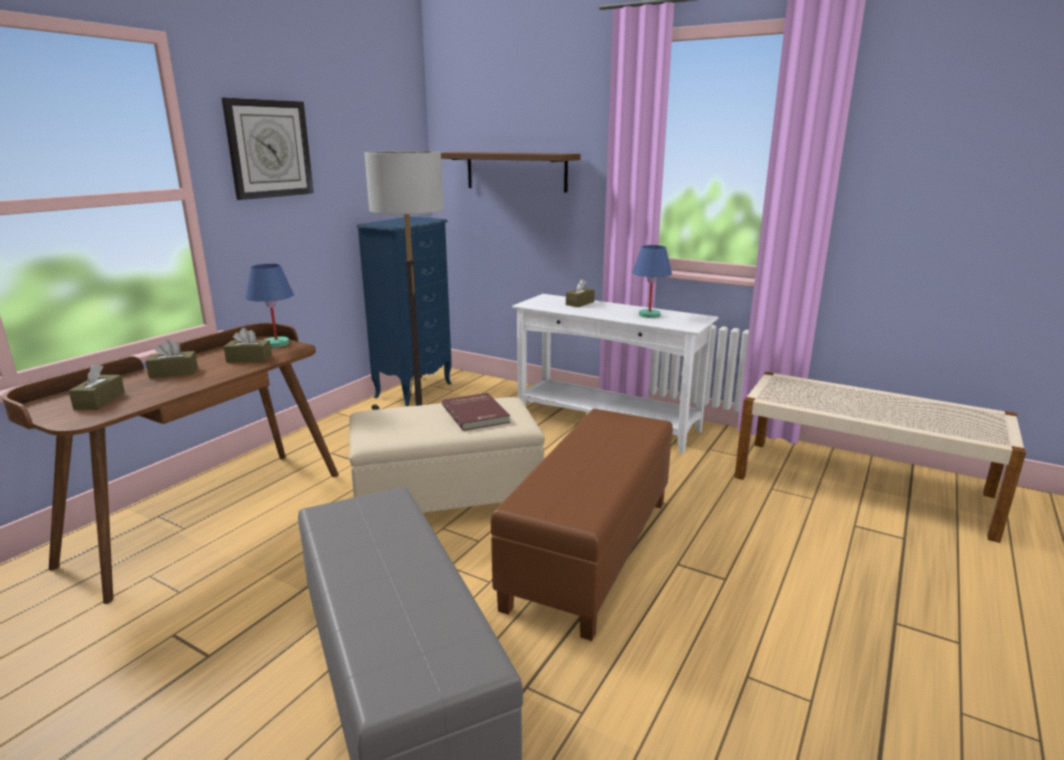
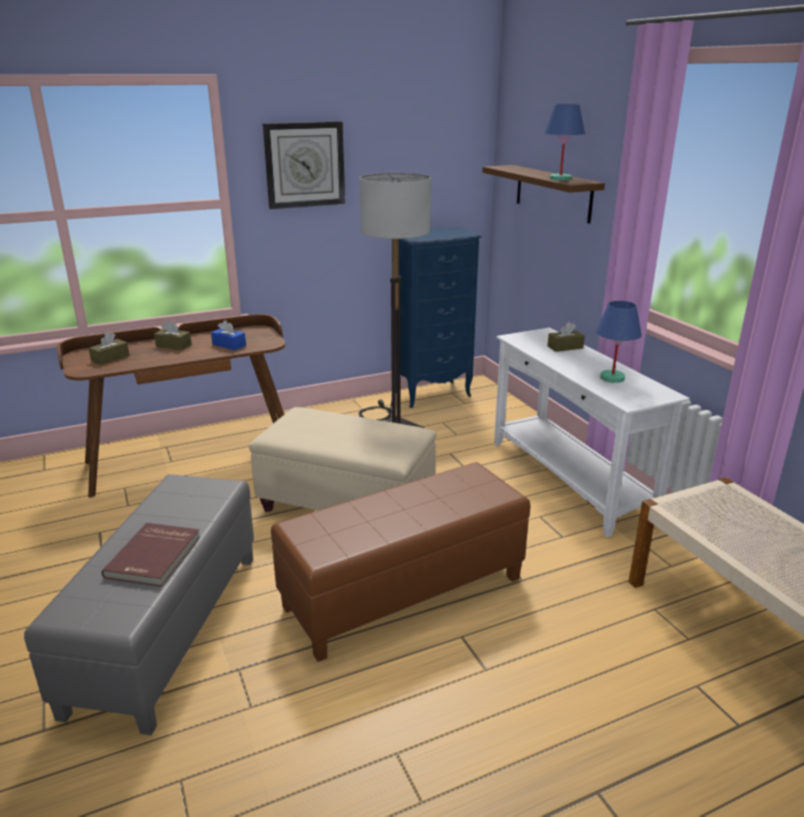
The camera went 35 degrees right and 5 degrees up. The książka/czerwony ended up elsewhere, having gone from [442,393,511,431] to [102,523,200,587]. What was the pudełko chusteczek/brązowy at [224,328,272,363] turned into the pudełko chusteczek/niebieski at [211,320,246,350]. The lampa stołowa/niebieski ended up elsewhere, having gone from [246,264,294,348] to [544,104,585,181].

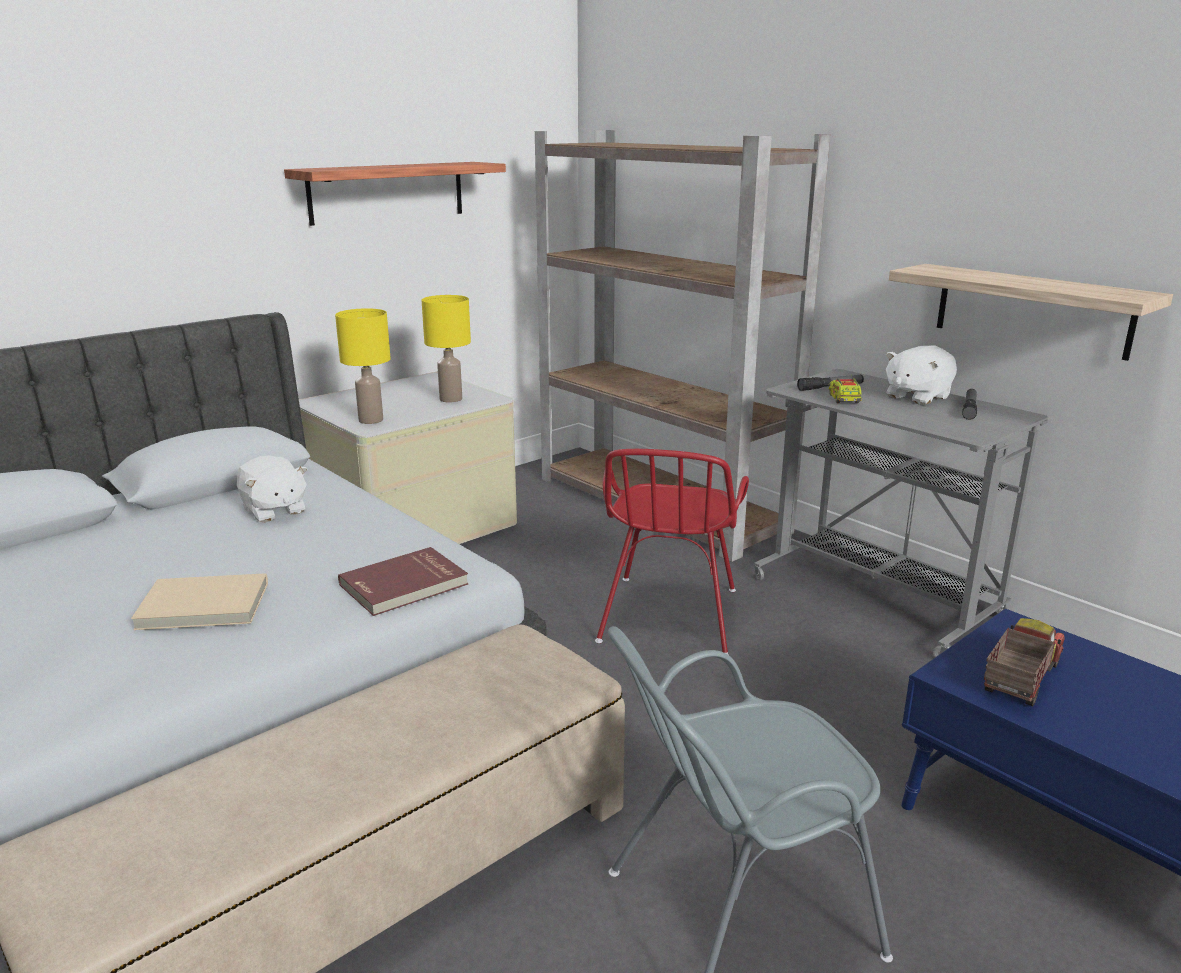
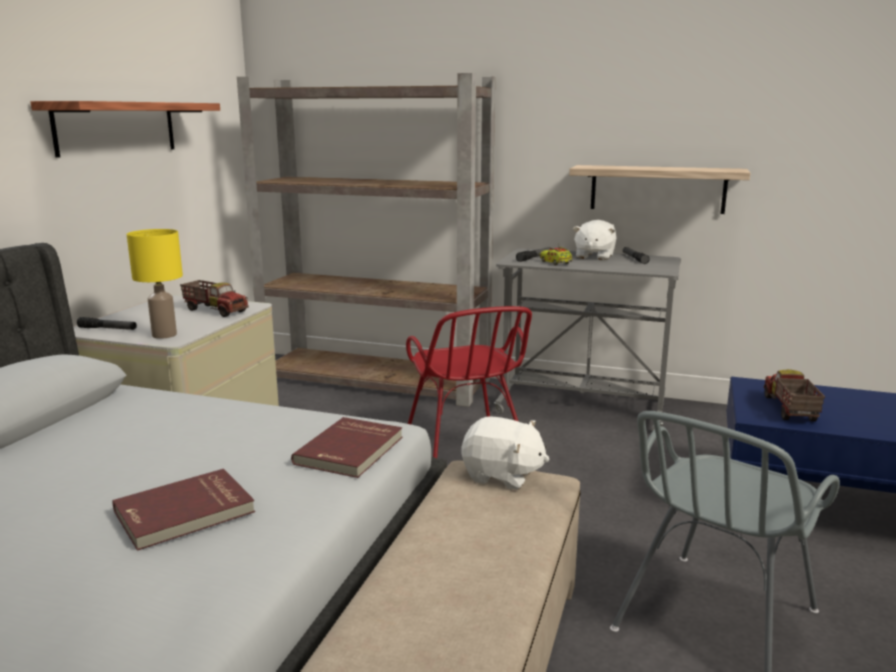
The camera went 30 degrees left and 5 degrees down. The second view gained the latarka at [77,317,137,330]. What was the książka/beżowy at [131,573,268,630] turned into the książka/czerwony at [112,469,255,551]. Where the lampa stołowa/żółty stood at [421,295,471,403], the ciężarówka zabawkowa came to stand at [180,280,249,317]. The pluszak/biały ended up elsewhere, having gone from [237,456,307,522] to [462,417,550,490].

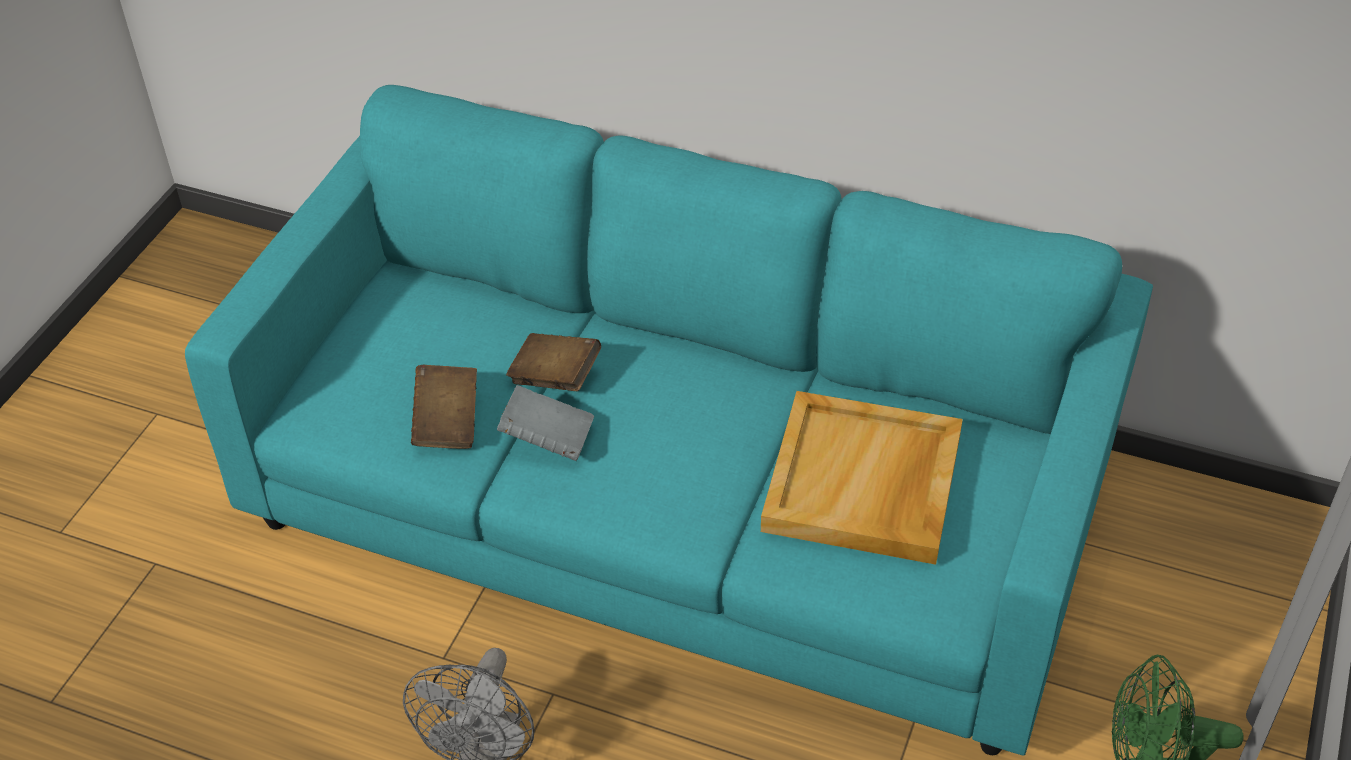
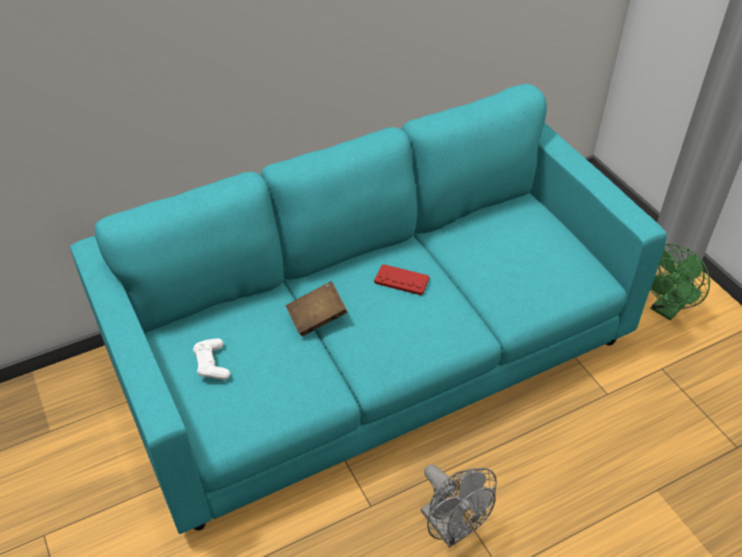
The camera went 50 degrees left and 0 degrees up. The second view gained the pad do gier/biały at [193,338,230,380]. The second view gained the pad do gier/czerwony at [374,264,429,295]. The second view lost the książka/brązowy at [411,365,477,449]. The second view lost the książka/szary at [497,385,594,461]. The second view lost the taca/beżowy at [761,391,963,565].

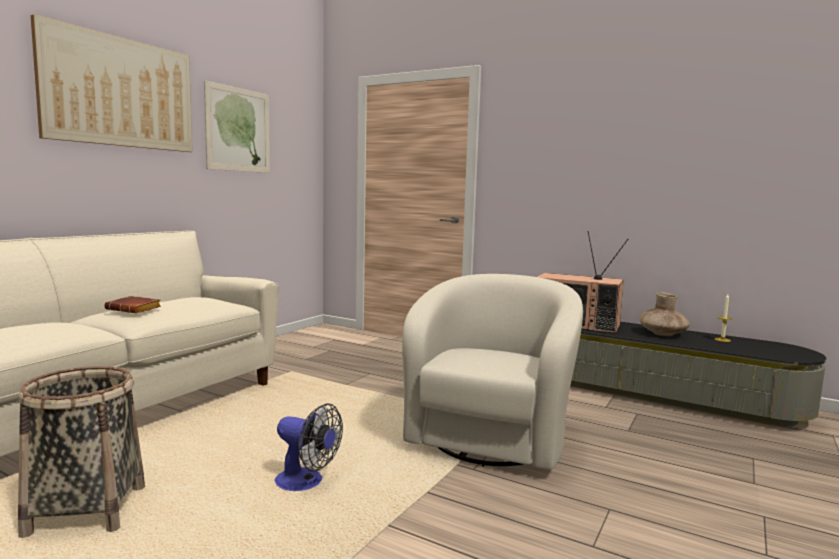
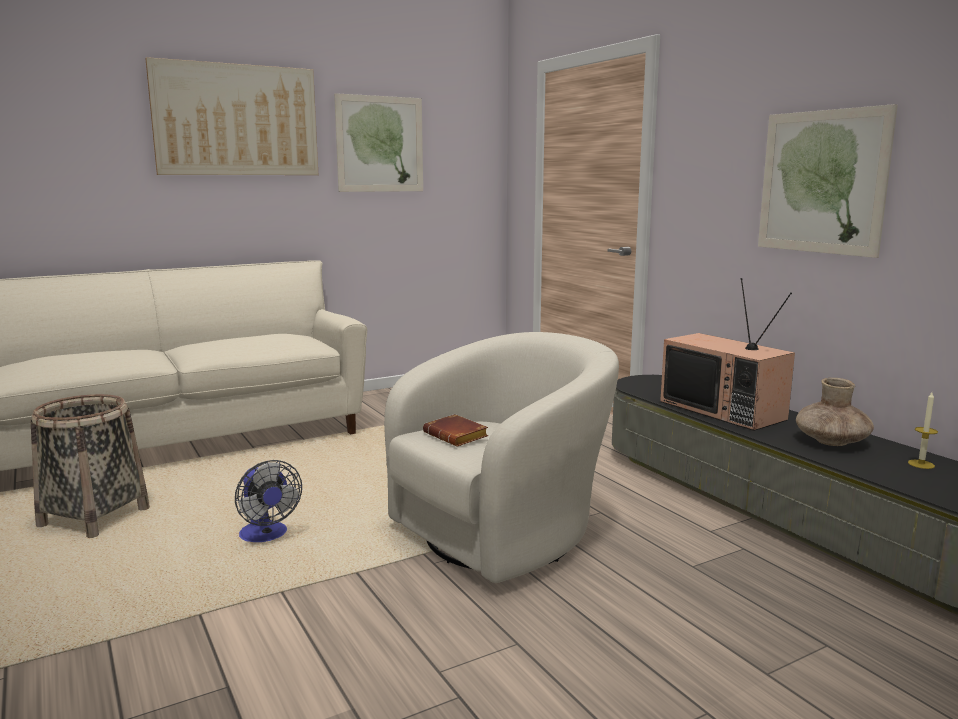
The camera went 30 degrees right and 5 degrees up. The książka/brązowy ended up elsewhere, having gone from [104,296,161,313] to [423,414,488,447]. The second view gained the obraz at [758,104,898,258].

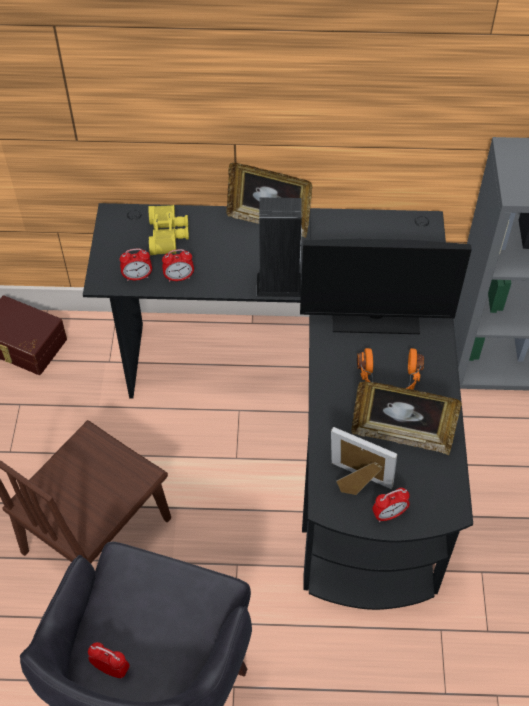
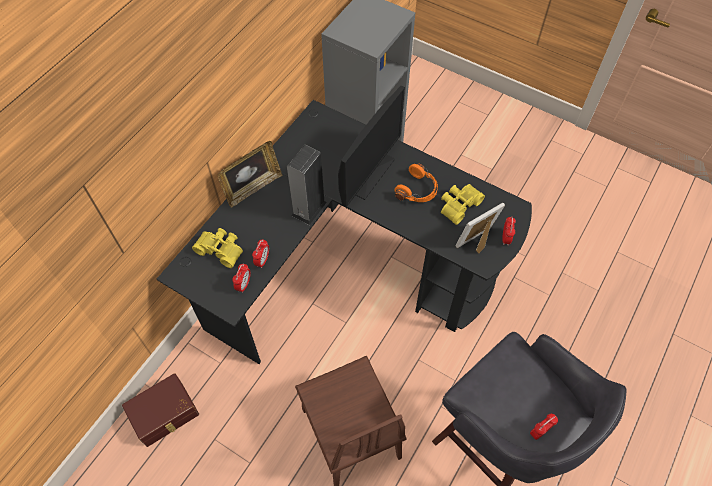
The camera went 60 degrees left and 5 degrees up. Where the ramka na zdjęcie stood at [351,381,462,455], the lornetka/żółty came to stand at [441,184,485,225].

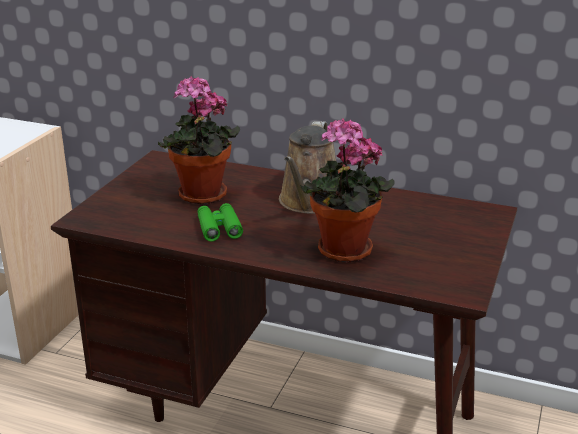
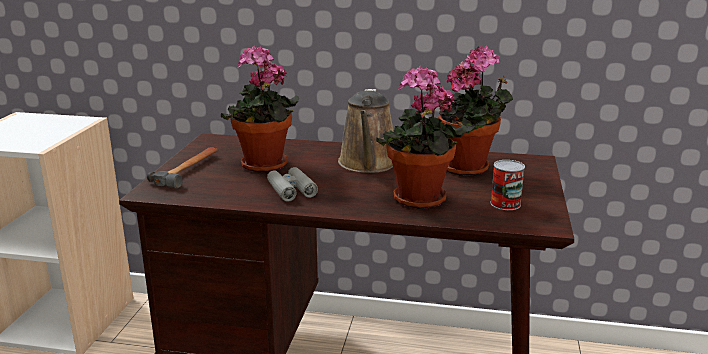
The camera went 10 degrees left and 5 degrees down. The second view gained the młotek at [147,147,218,189]. What was the lornetka/zielony at [197,203,243,242] turned into the lornetka/szary at [267,167,318,202]. The second view gained the roślina doniczkowa at [438,46,513,176]. The second view gained the puszka at [490,160,525,210].

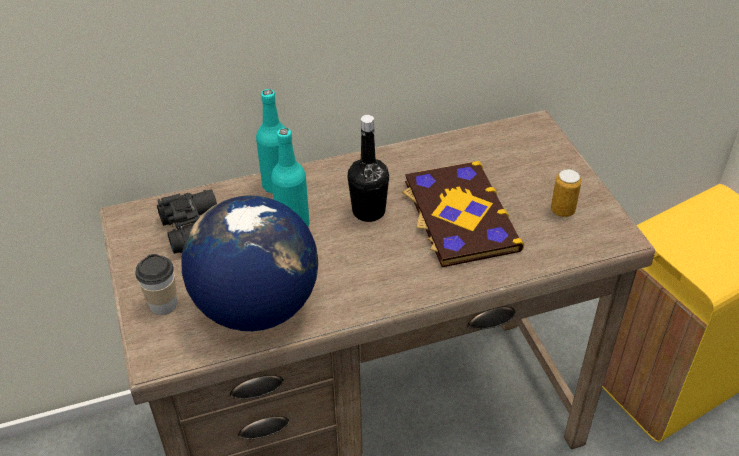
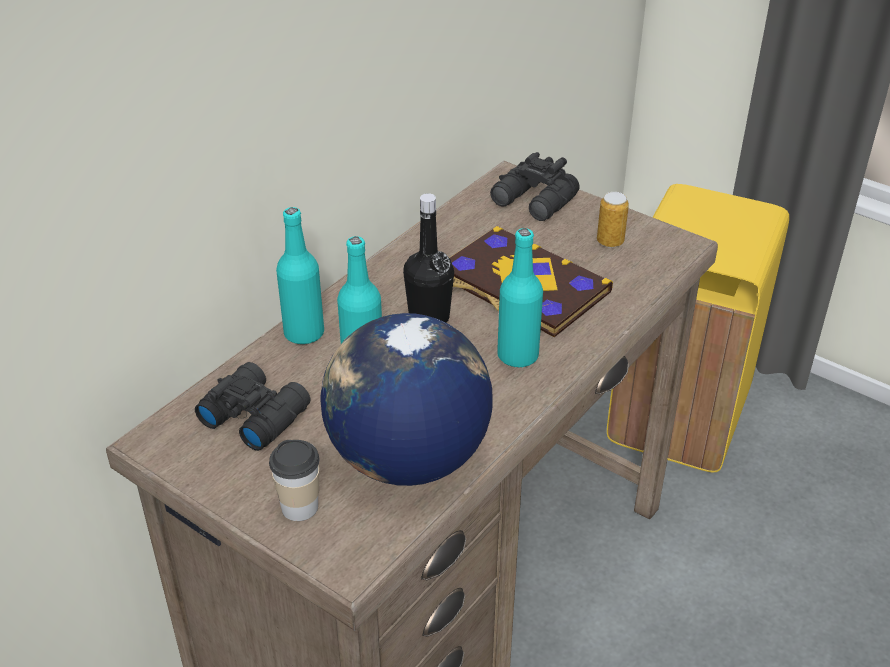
The camera went 35 degrees left and 5 degrees down. The second view gained the lornetka/czarny at [490,152,579,221]. The second view gained the butelka/turkusowy at [497,228,543,368].

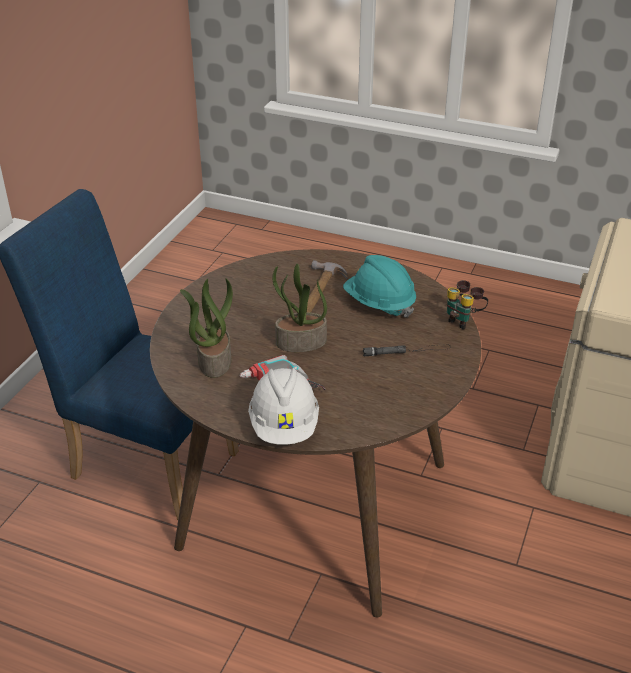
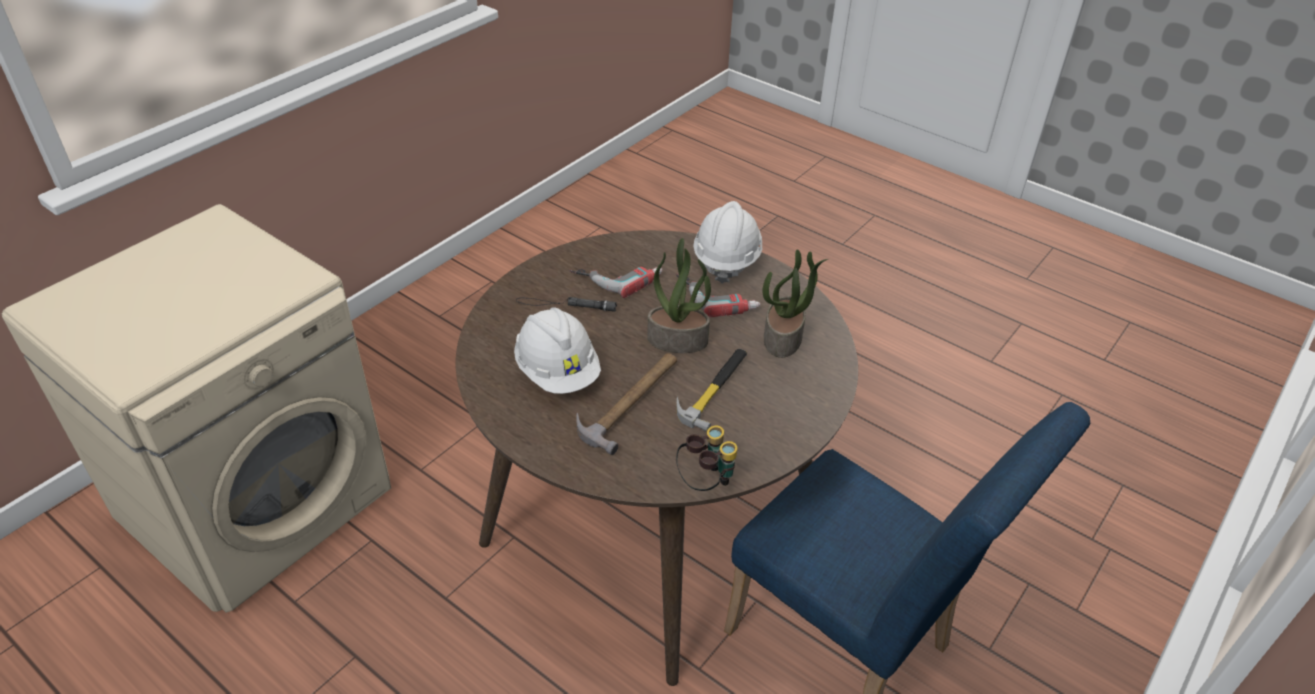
The camera went 165 degrees left and 5 degrees up. What was the kask/turkusowy at [343,255,416,317] turned into the kask/biały at [514,307,601,394]. The second view gained the wiertarka at [569,267,662,298]. The second view gained the młotek at [676,349,747,432]. The lornetka ended up elsewhere, having gone from [447,280,488,329] to [676,425,738,491].

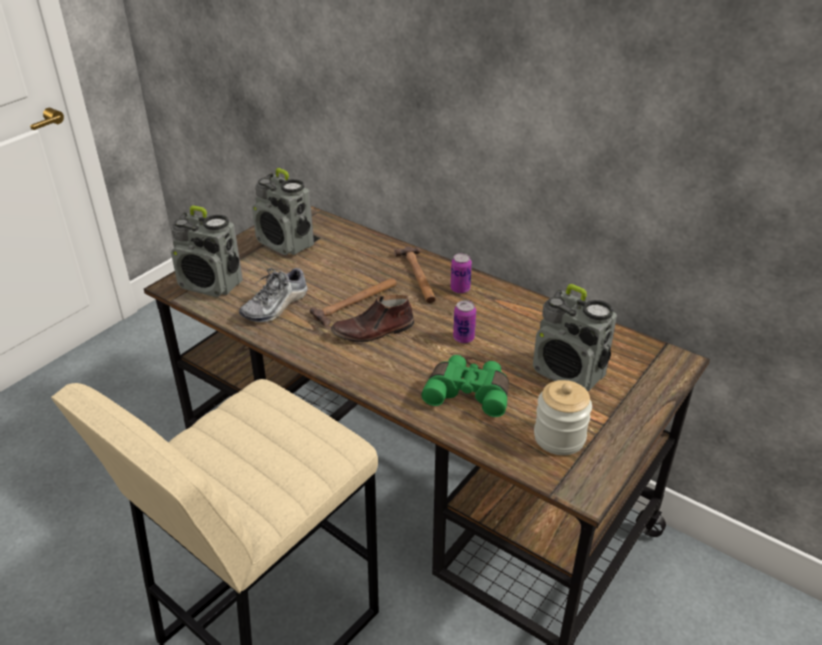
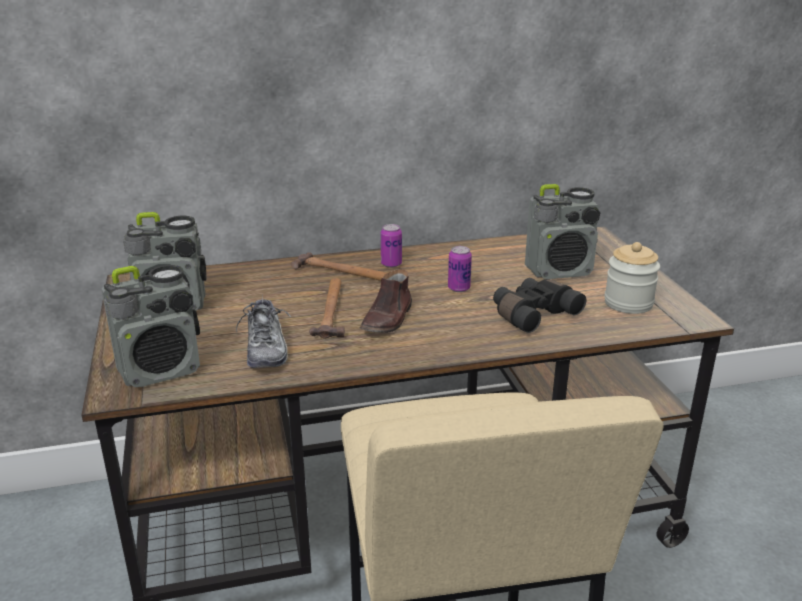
The camera went 50 degrees left and 10 degrees down. What was the lornetka/zielony at [421,355,509,417] turned into the lornetka/czarny at [493,278,586,333].

